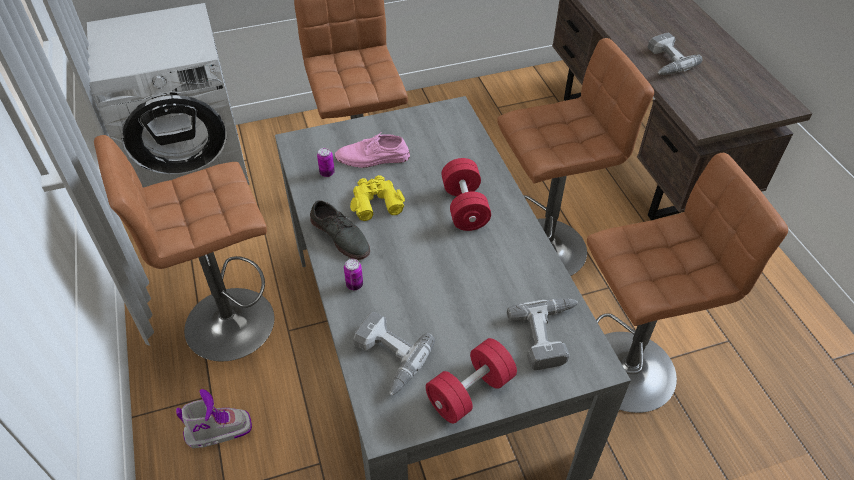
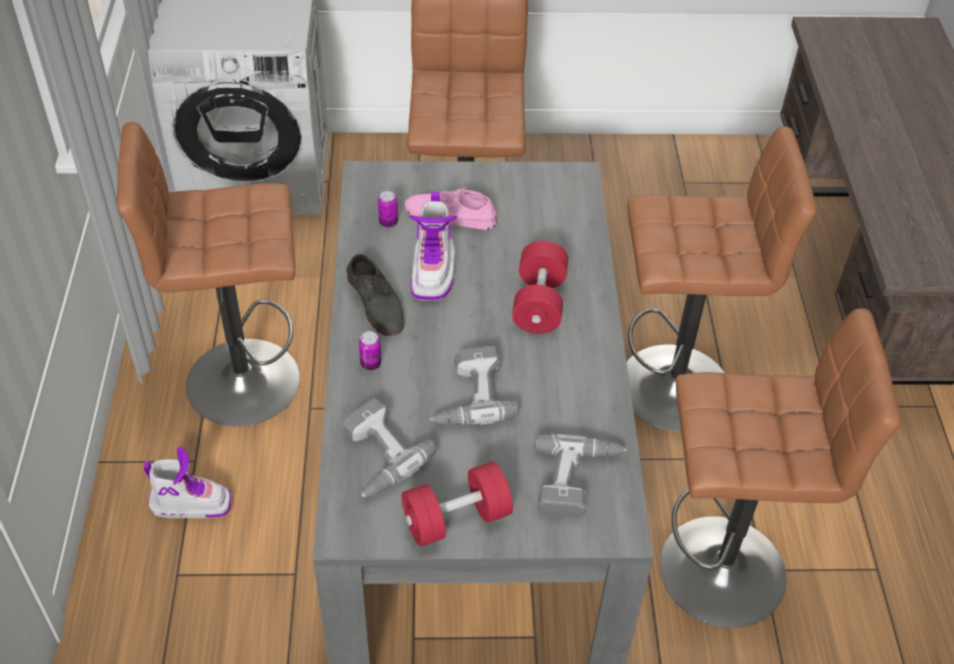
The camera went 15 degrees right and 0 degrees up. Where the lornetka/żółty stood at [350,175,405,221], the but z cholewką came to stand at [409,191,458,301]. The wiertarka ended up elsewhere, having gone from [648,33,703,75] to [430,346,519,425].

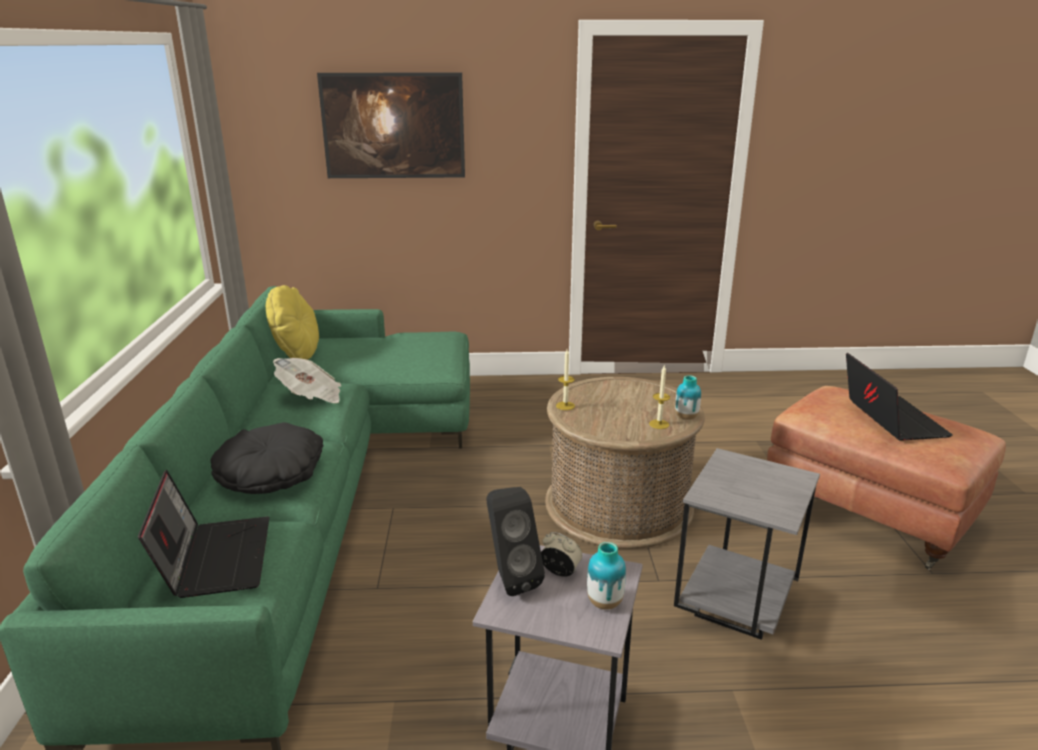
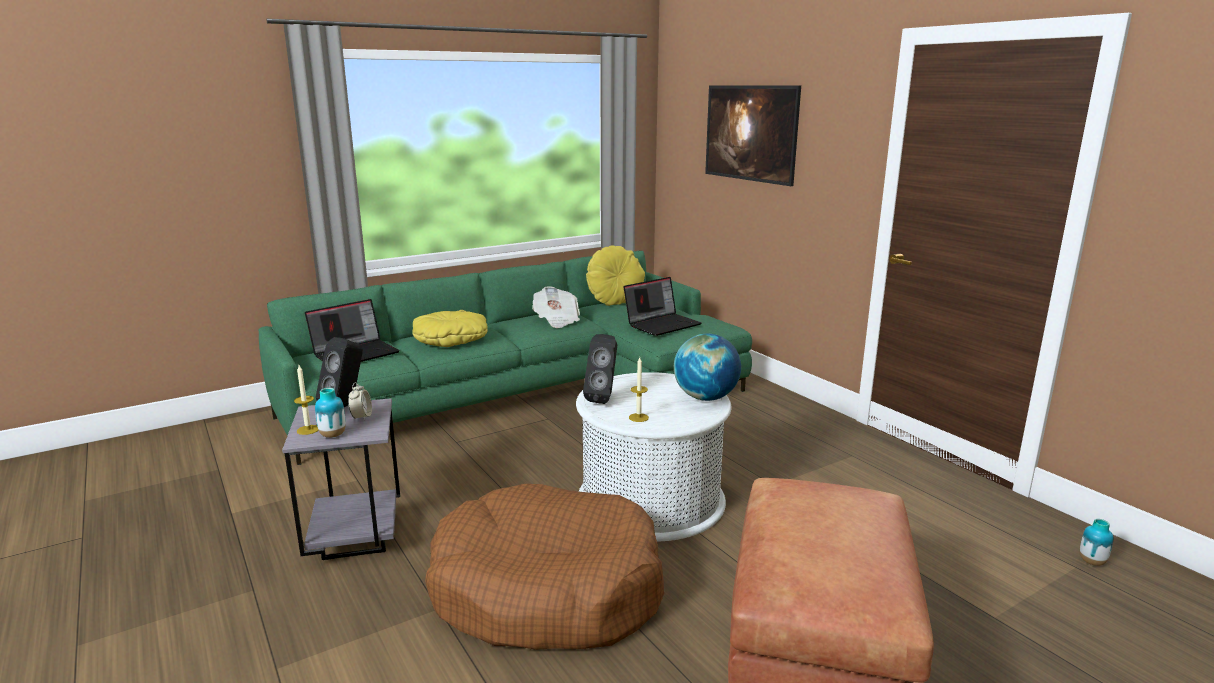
The camera went 60 degrees right and 5 degrees down. The świeca ended up elsewhere, having gone from [556,349,575,410] to [294,365,319,435]. What was the poduszka/czarny at [211,422,323,494] turned into the poduszka/żółty at [412,310,488,347]. Where the stolik/szary stood at [674,448,820,640], the legowisko/brązowy came to stand at [425,484,664,650]. What was the ława/brązowy at [545,377,705,549] turned into the ława/biały at [576,372,731,541]. The second view gained the głośnik/czarny at [583,334,617,404]. The laptop ended up elsewhere, having gone from [846,353,953,441] to [624,277,701,336]. The second view gained the globus at [674,334,741,401]. The wazon ended up elsewhere, having gone from [675,375,701,420] to [1080,519,1113,566].

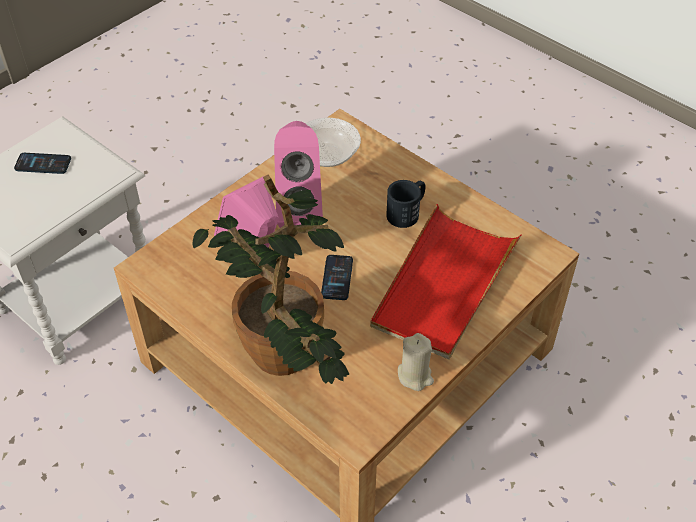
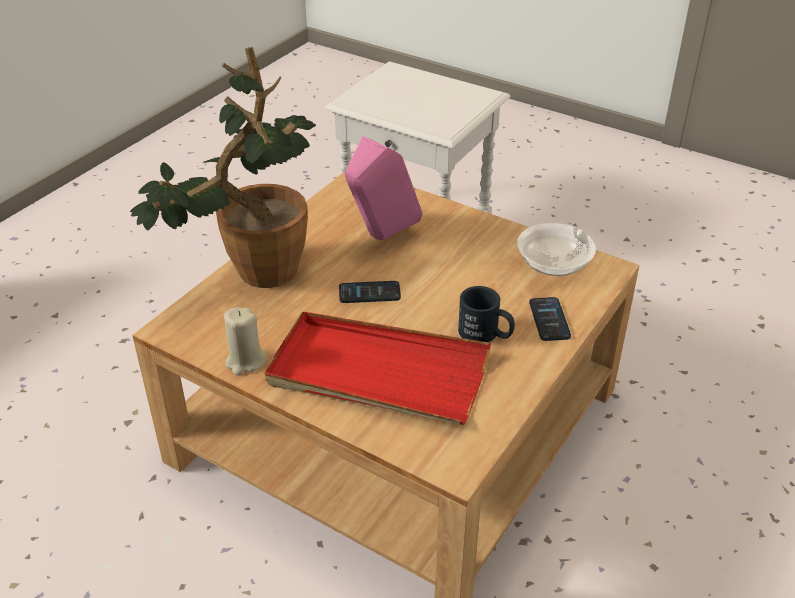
The camera went 80 degrees right and 10 degrees down. The telefon ended up elsewhere, having gone from [14,153,71,174] to [529,297,571,341]. The second view lost the głośnik/różowy at [274,121,323,228].

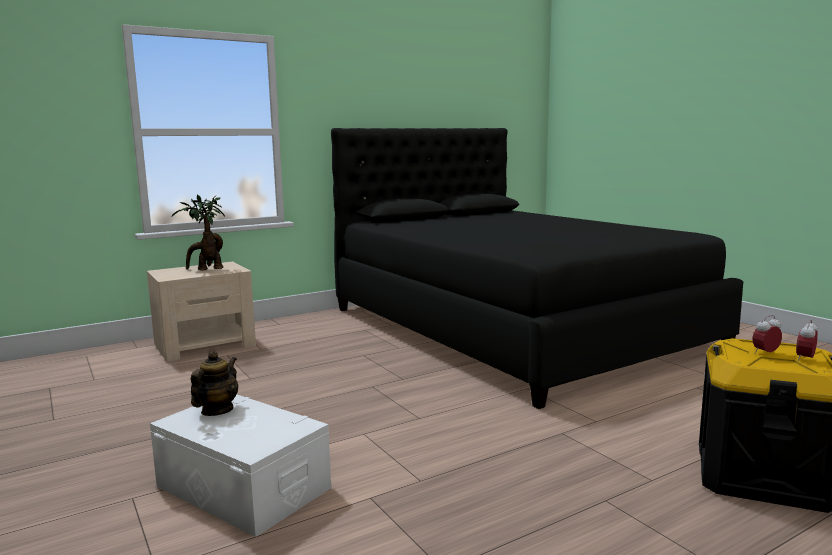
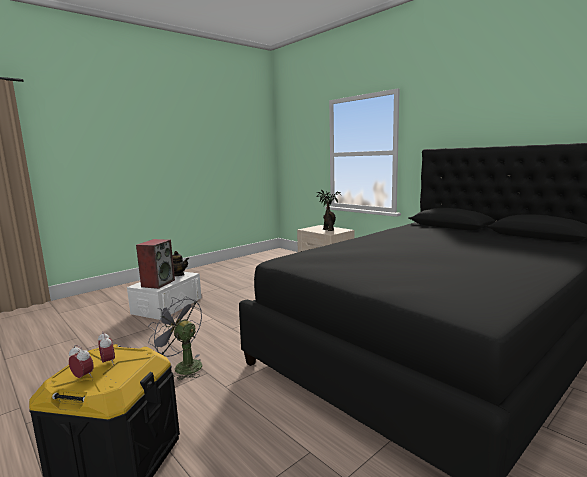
The camera went 80 degrees right and 0 degrees up. The second view gained the głośnik at [136,239,175,289]. The second view gained the wentylator/szary at [148,297,202,380].

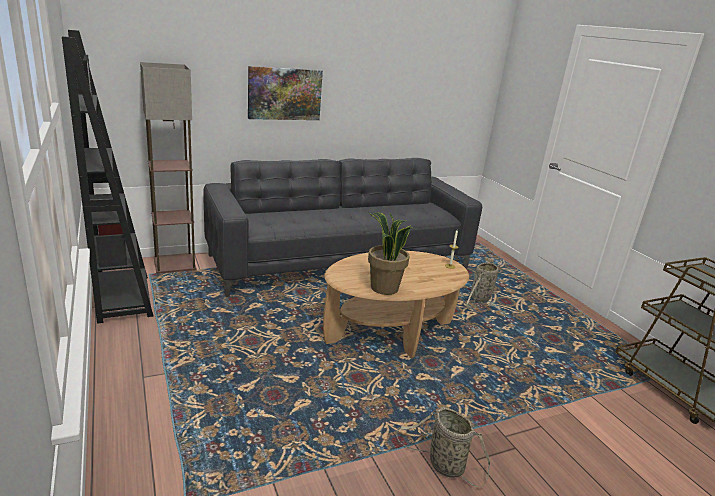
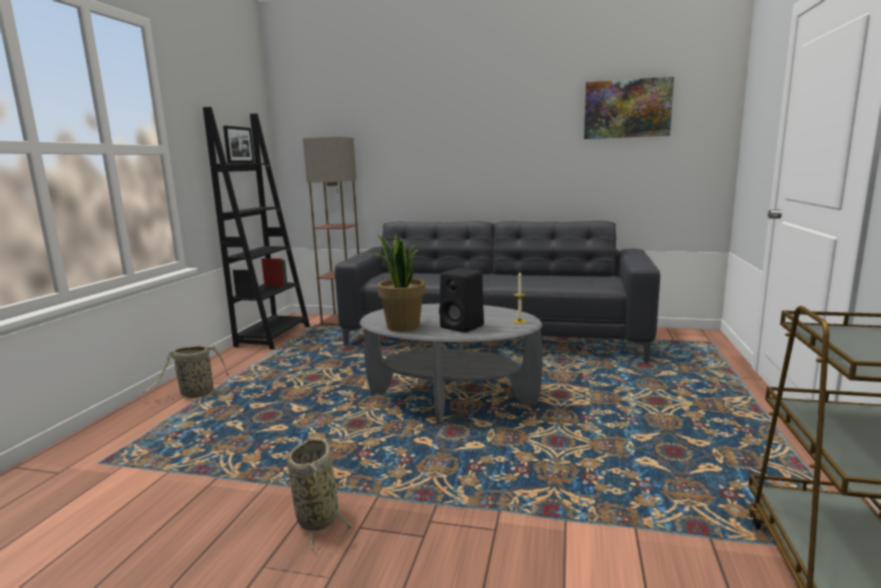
The camera went 40 degrees right and 10 degrees down. The koszyk ended up elsewhere, having gone from [466,262,499,310] to [142,346,233,401]. What was the ława/brązowy at [323,251,469,358] turned into the ława/szary at [360,304,543,423]. The second view gained the głośnik/czarny at [439,268,484,333]. The obraz ended up elsewhere, having gone from [248,66,323,120] to [584,77,674,139].

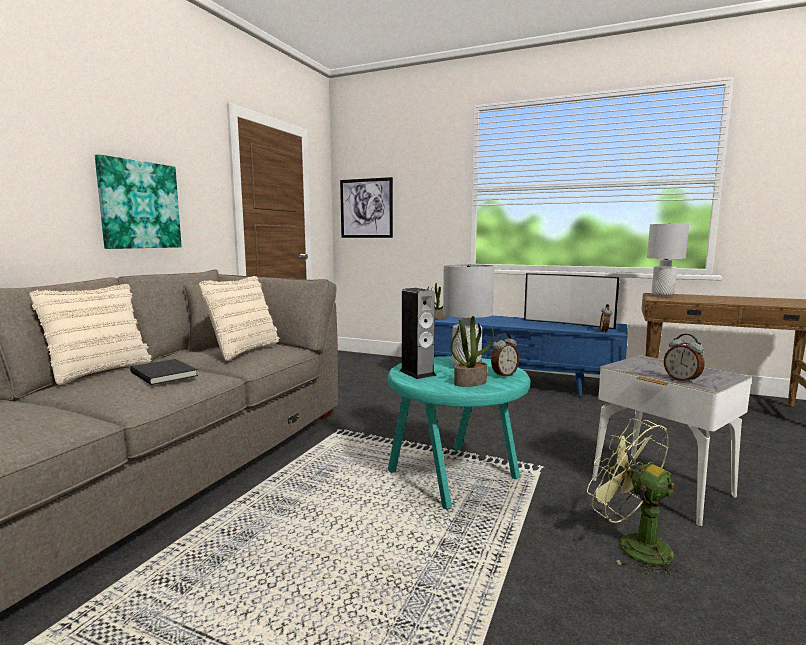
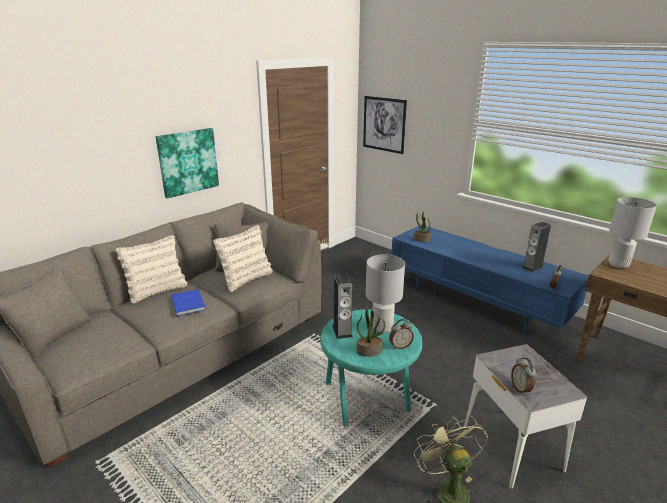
The camera went 20 degrees right and 15 degrees up. What was the książka/czarny at [130,359,198,385] turned into the książka/niebieski at [171,289,206,316]. Where the telewizor stood at [524,273,620,329], the głośnik came to stand at [522,222,551,272].

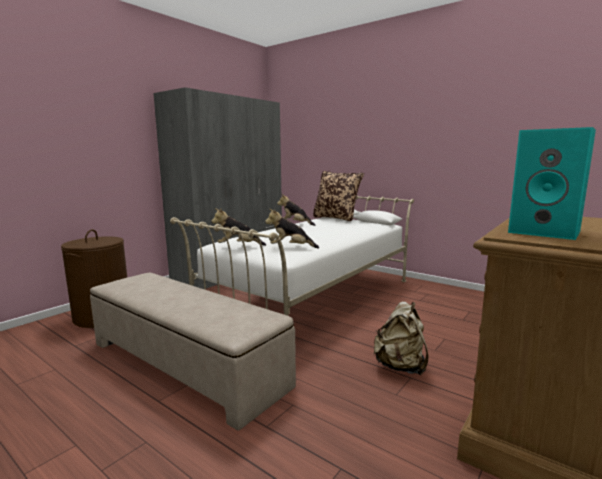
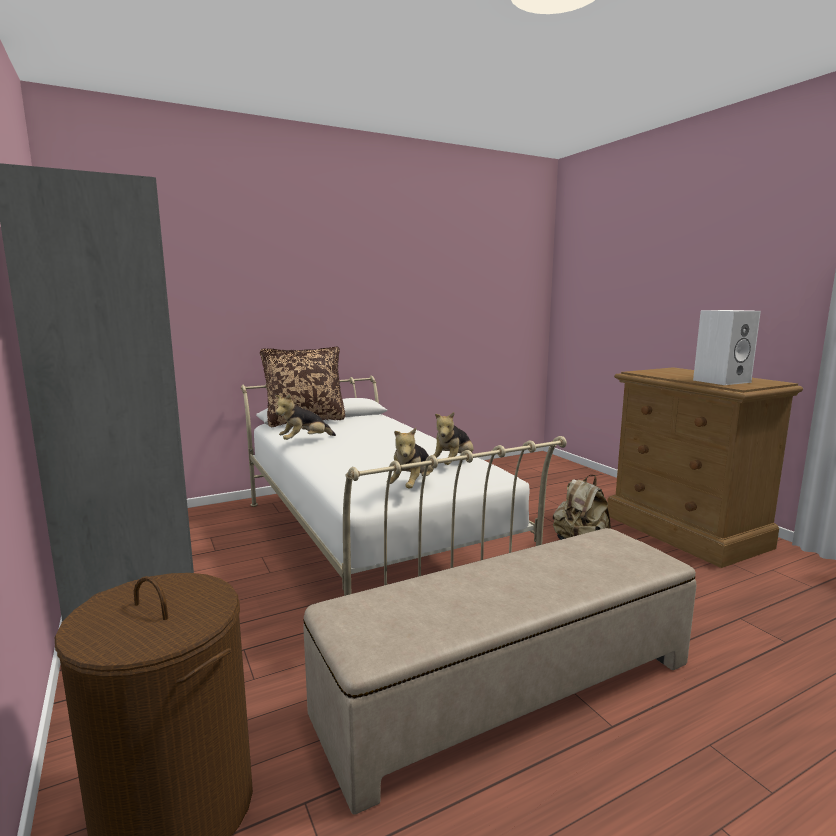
The camera went 65 degrees left and 0 degrees up. What was the głośnik/turkusowy at [508,127,596,240] turned into the głośnik/biały at [693,310,761,385].

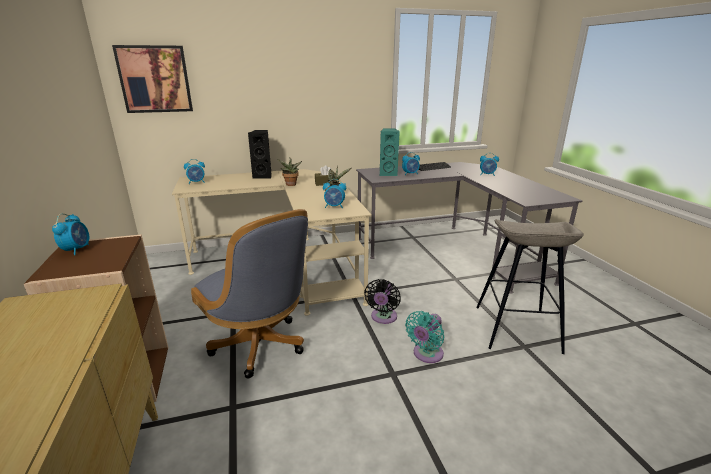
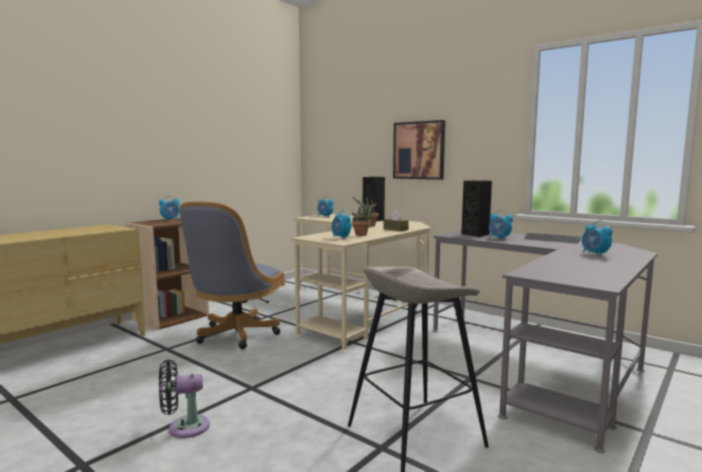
The camera went 55 degrees right and 15 degrees down. The wentylator/czarny ended up elsewhere, having gone from [364,279,401,324] to [159,359,210,438]. The obraz ended up elsewhere, having gone from [112,45,193,113] to [393,120,445,180]. What was the głośnik/turkusowy at [380,129,400,176] turned into the głośnik/czarny at [461,180,492,237]. The second view lost the wentylator/turkusowy at [405,311,444,363].

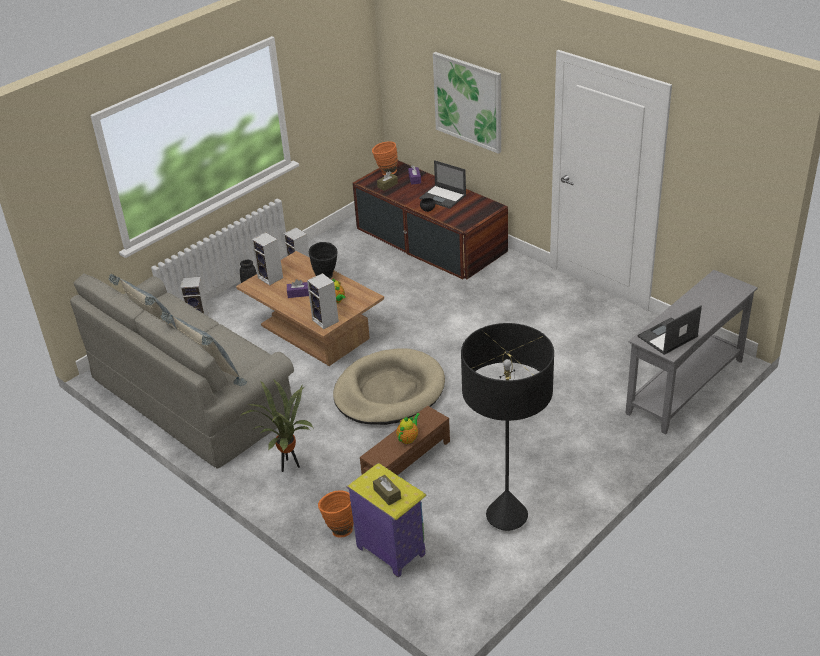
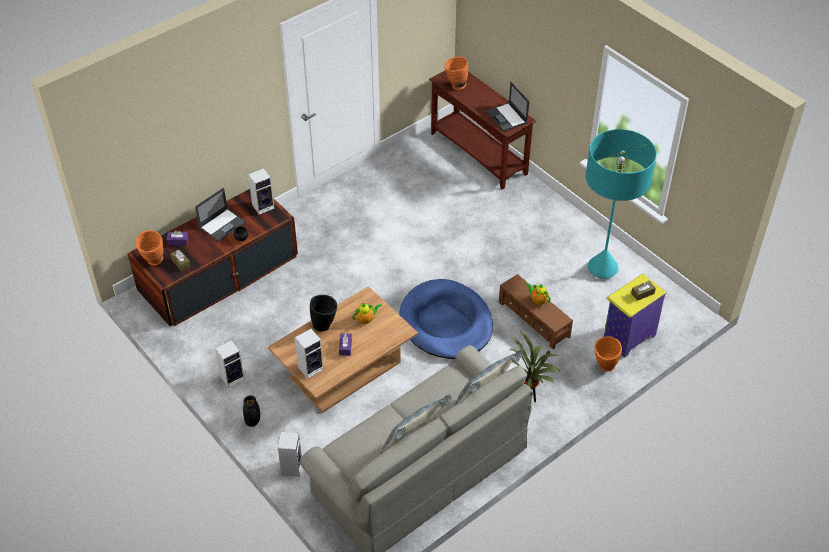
The camera went 85 degrees left and 10 degrees up. The głośnik ended up elsewhere, having gone from [307,273,339,329] to [248,168,275,215]. What was the legowisko/beżowy at [333,348,445,425] turned into the legowisko/niebieski at [400,279,493,359]. What was the stolik konsolowy/szary at [625,270,758,434] turned into the stolik konsolowy/brązowy at [429,70,536,190]. The second view gained the wazon/pomarańczowy at [445,57,468,90]. What was the lampa stojąca/czarny at [461,323,554,531] turned into the lampa stojąca/turkusowy at [586,129,657,279]. The second view lost the obraz at [433,52,501,154].

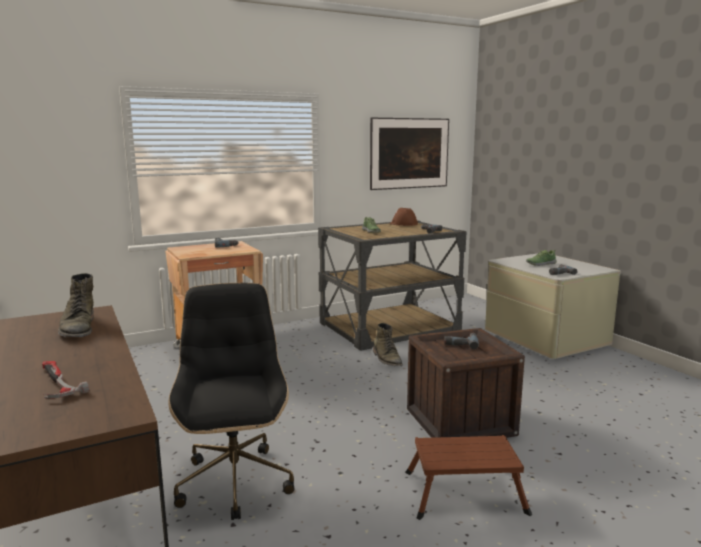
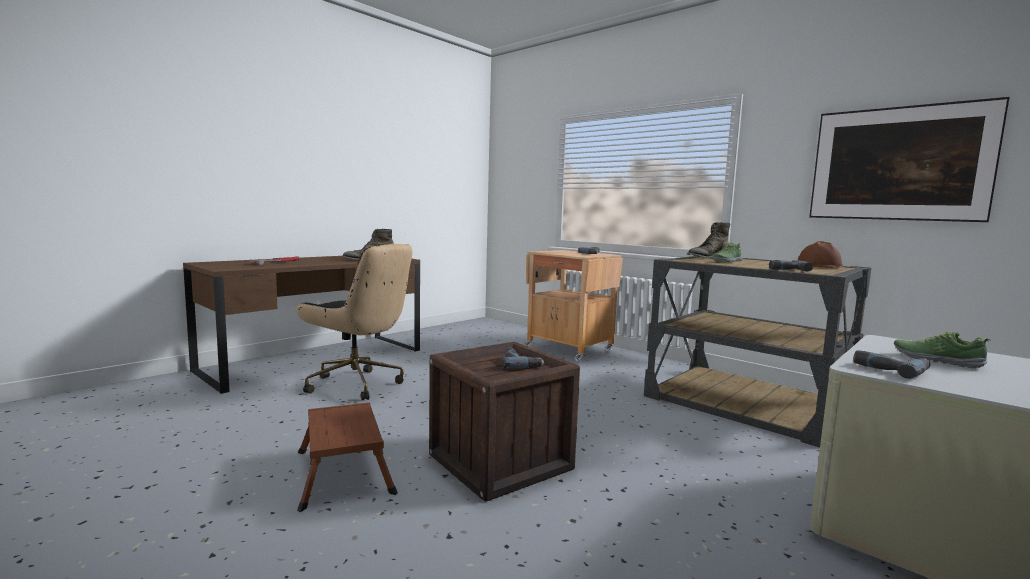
The camera went 70 degrees right and 5 degrees down. The krzesło biurowe/czarny at [168,283,295,520] ended up facing another way, 60 degrees clockwise from before. The but z cholewką/zielony ended up elsewhere, having gone from [373,323,403,366] to [687,222,730,259].

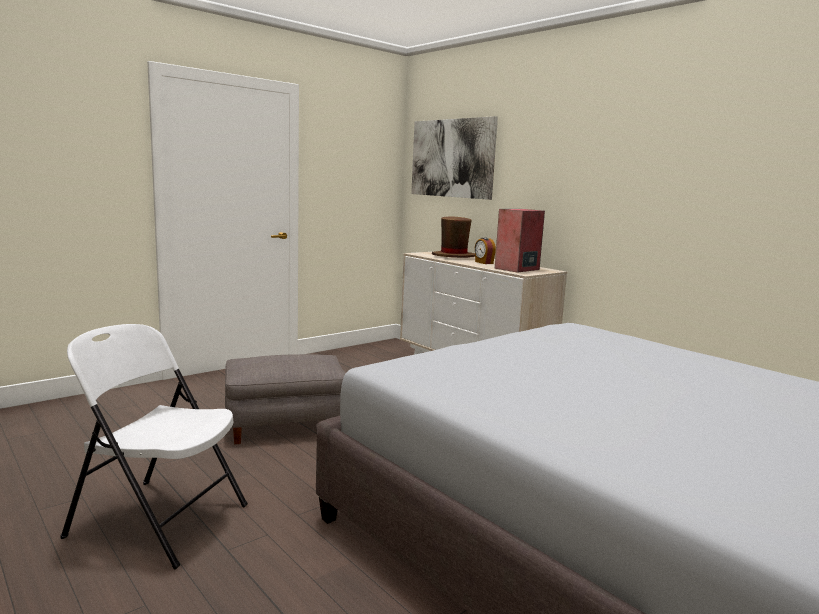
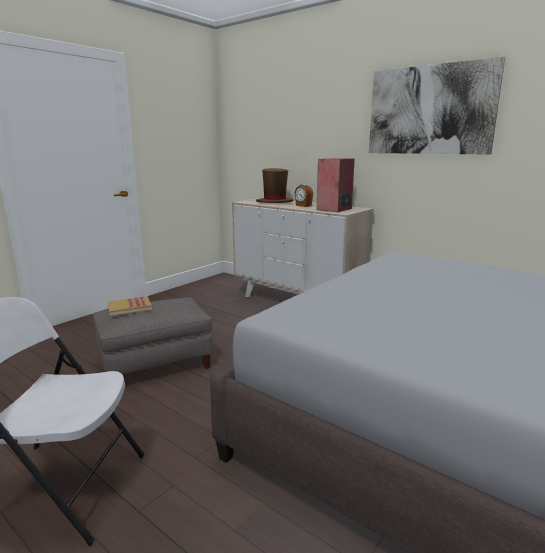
The camera went 10 degrees left and 5 degrees up. The second view gained the książka at [108,296,152,317]. The obraz ended up elsewhere, having gone from [411,116,498,200] to [369,57,505,155].

